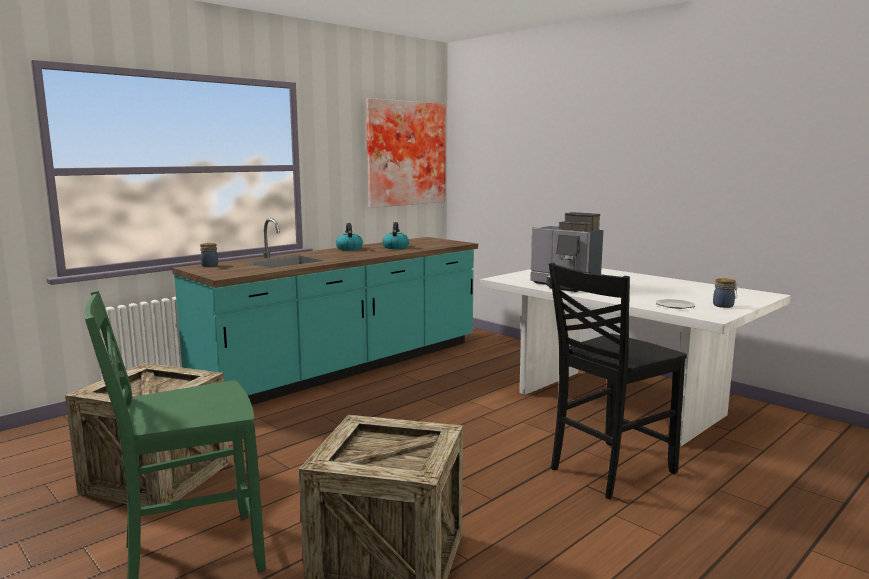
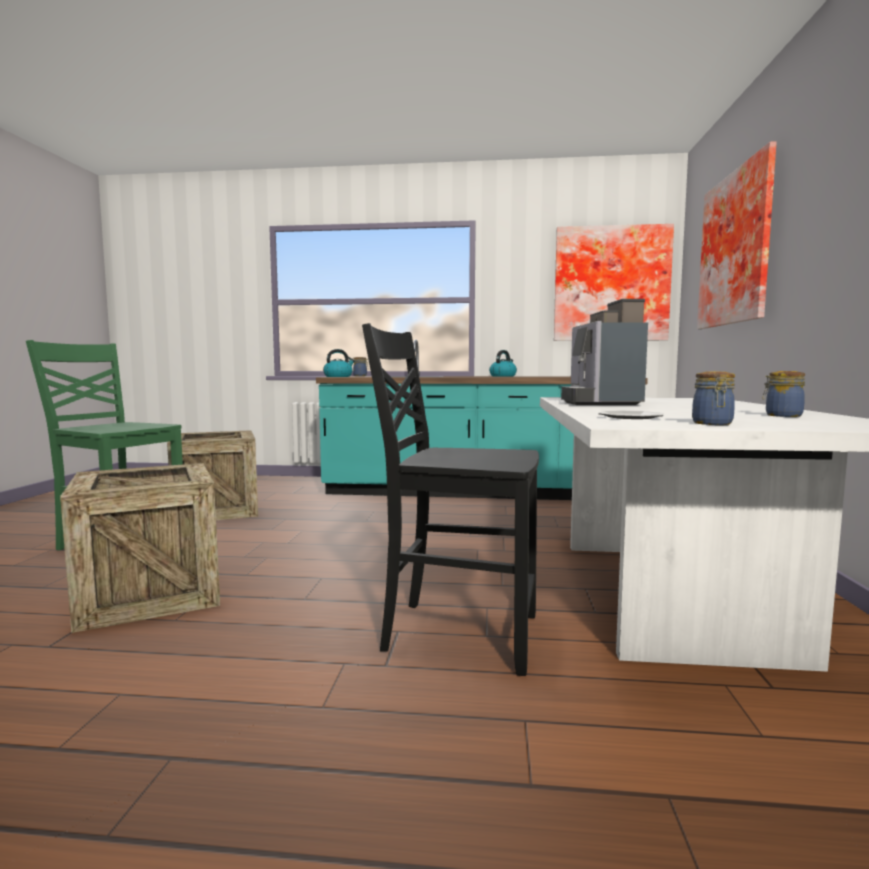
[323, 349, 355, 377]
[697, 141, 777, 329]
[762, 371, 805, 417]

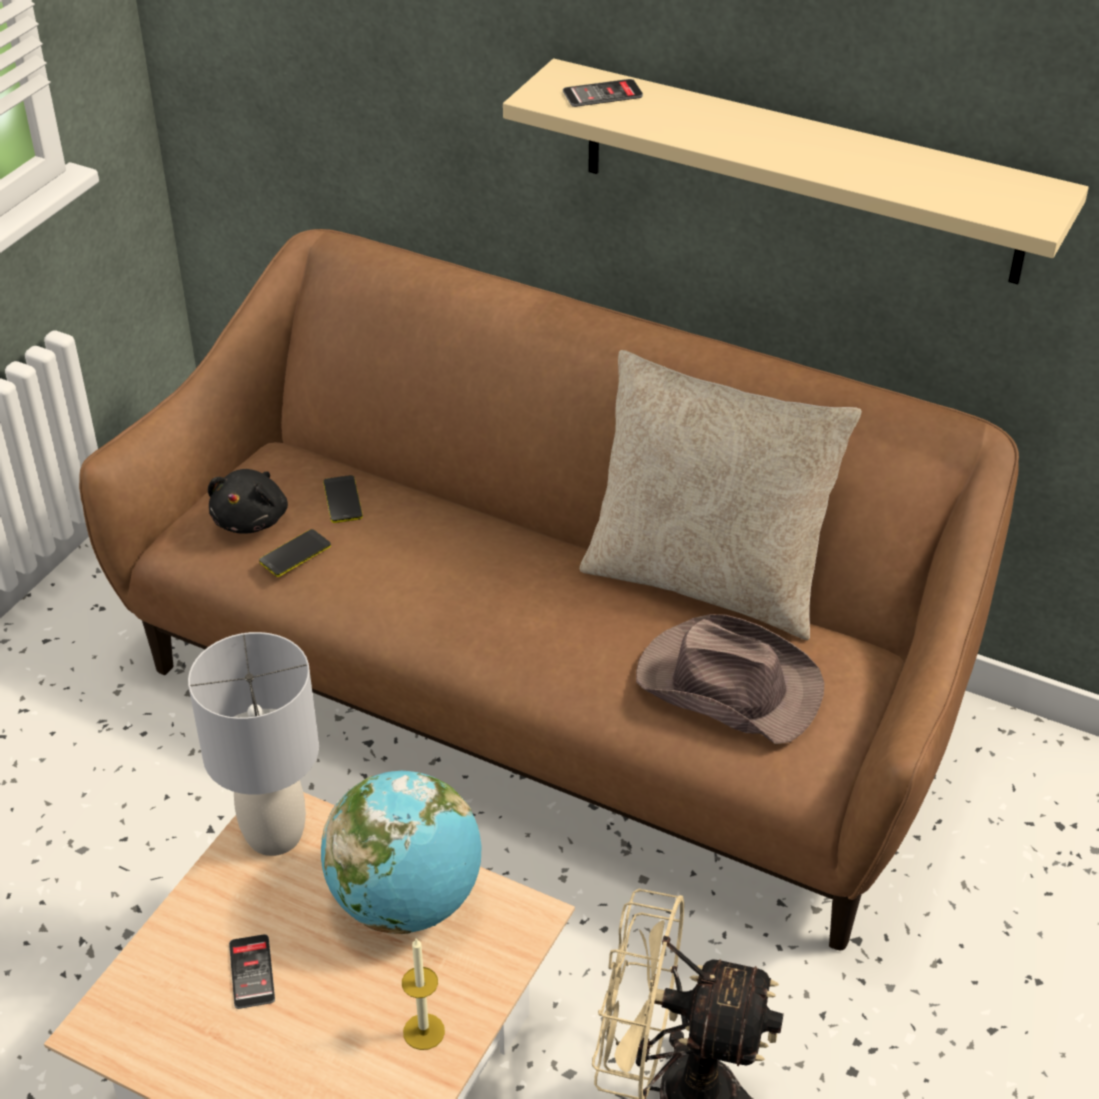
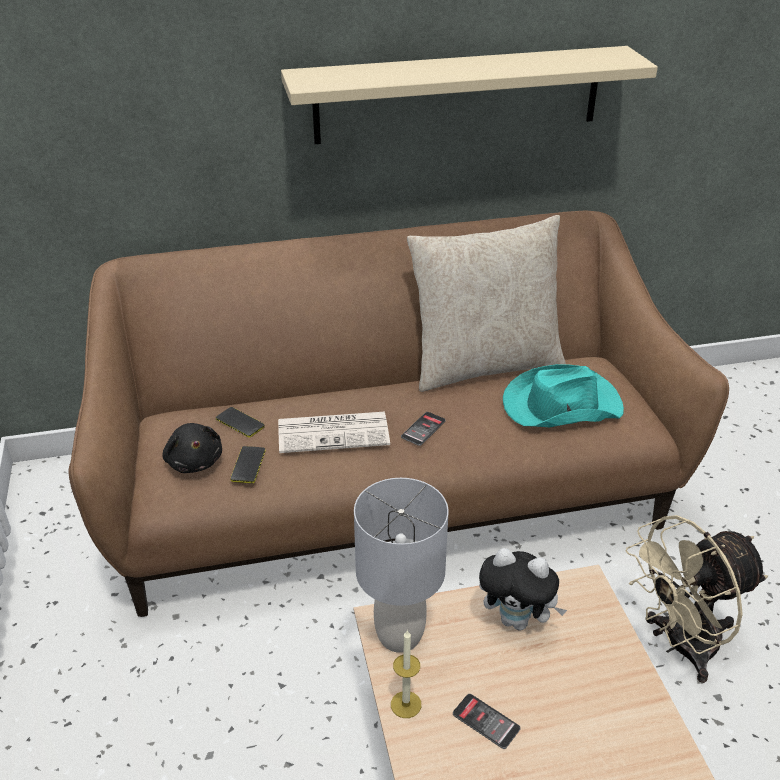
[479, 548, 567, 631]
[391, 630, 421, 718]
[401, 412, 446, 446]
[503, 364, 624, 427]
[278, 412, 390, 453]

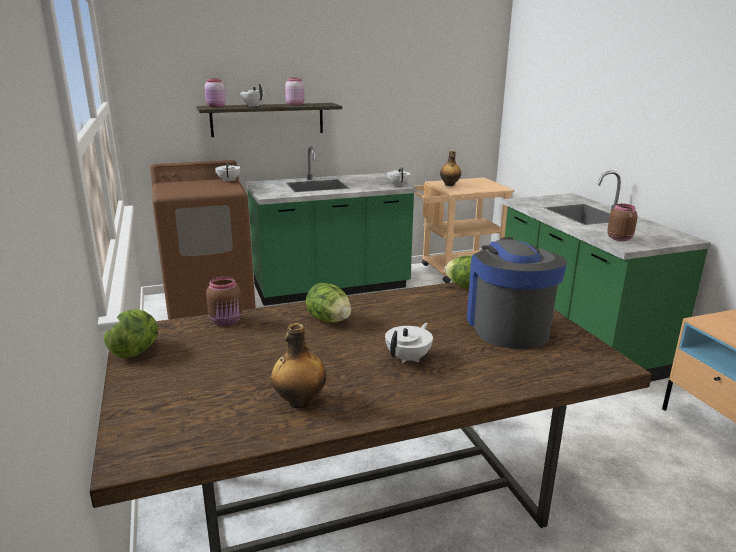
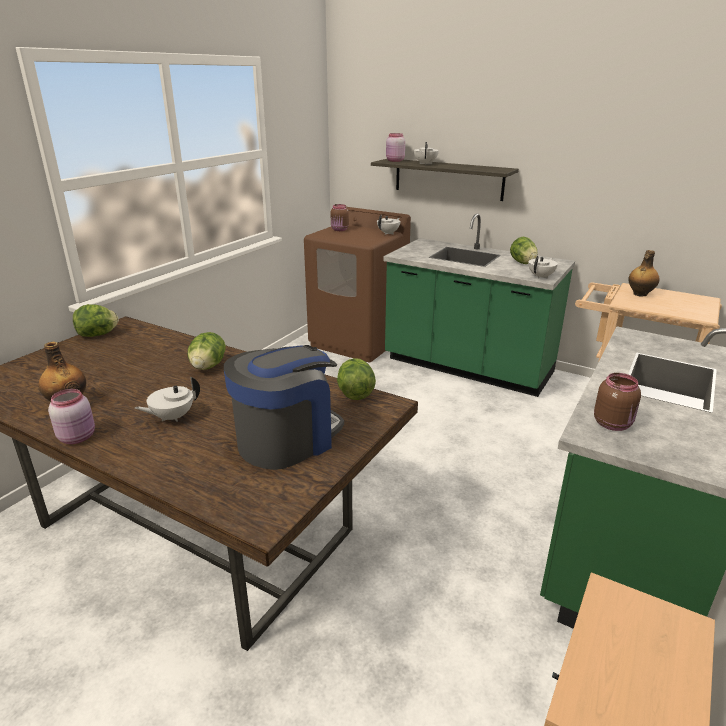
[331, 204, 349, 231]
[48, 389, 95, 444]
[135, 377, 200, 422]
[510, 237, 538, 264]

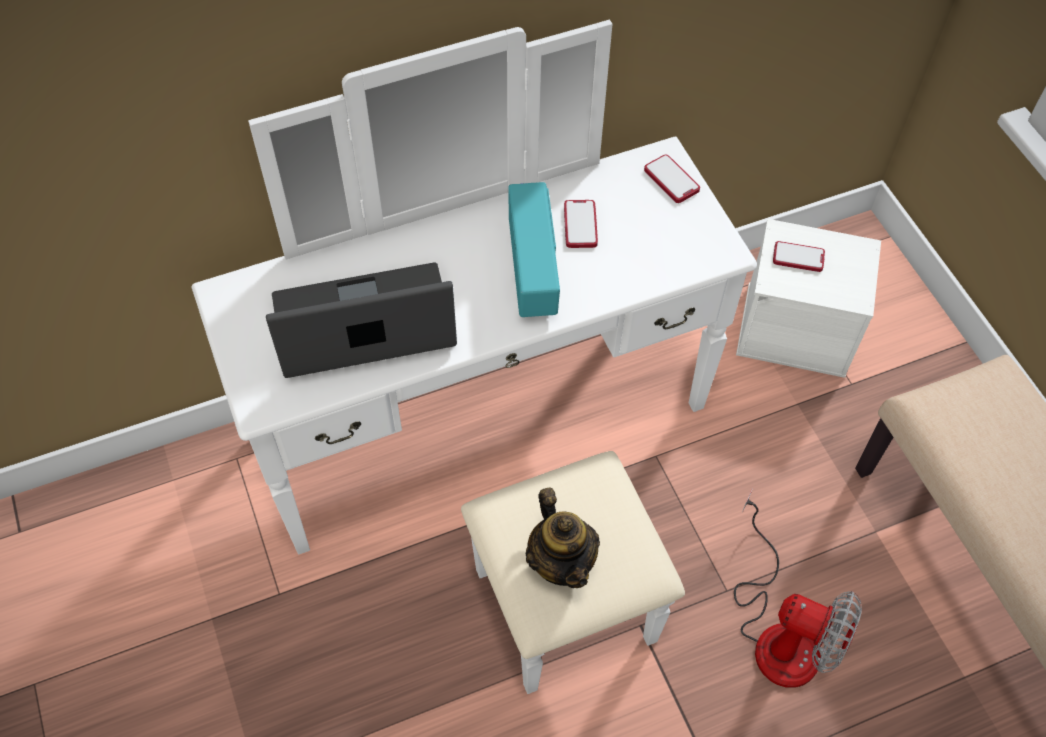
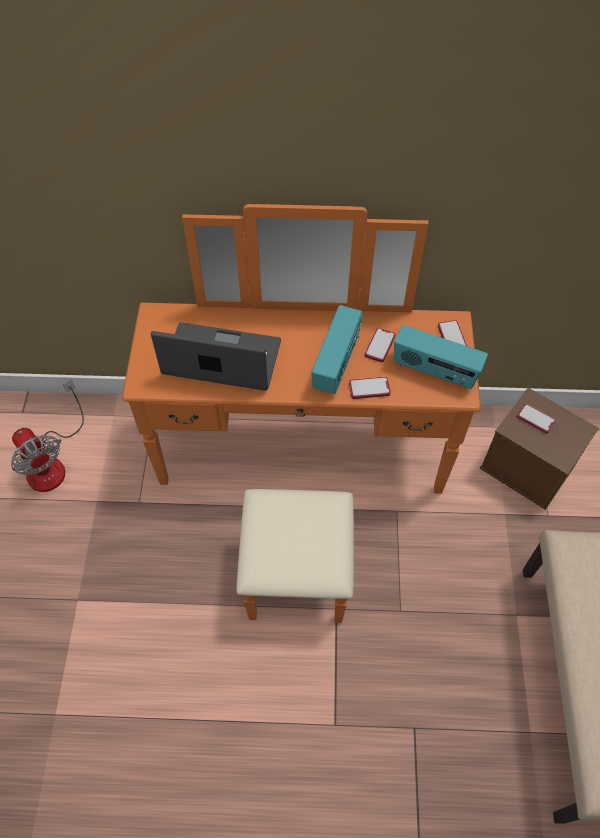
[122, 204, 481, 623]
[526, 488, 600, 588] (first image)
[11, 379, 84, 492]
[480, 388, 599, 510]
[349, 377, 391, 399]
[394, 325, 488, 389]

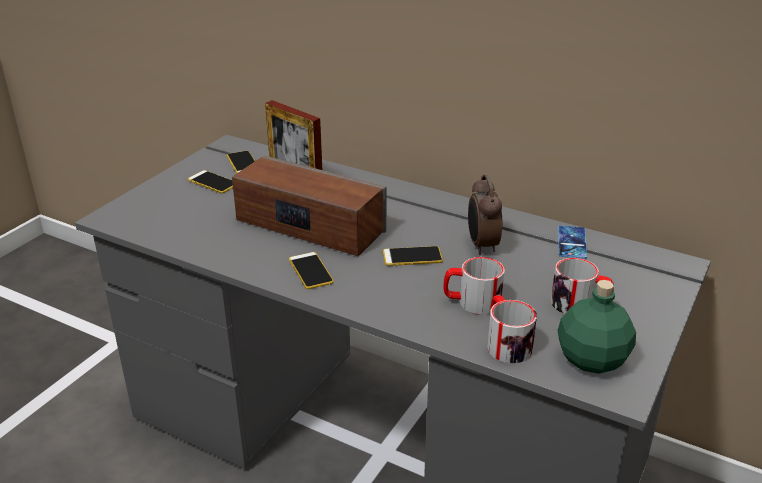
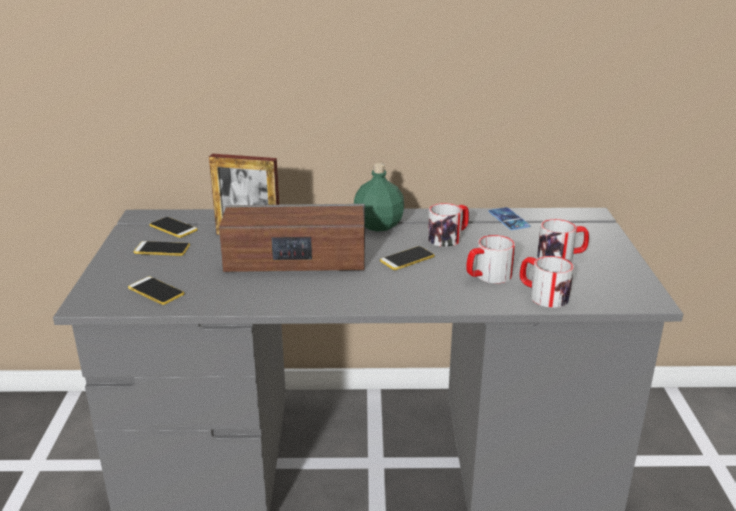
[128, 277, 184, 305]
[428, 203, 469, 247]
[354, 163, 404, 232]

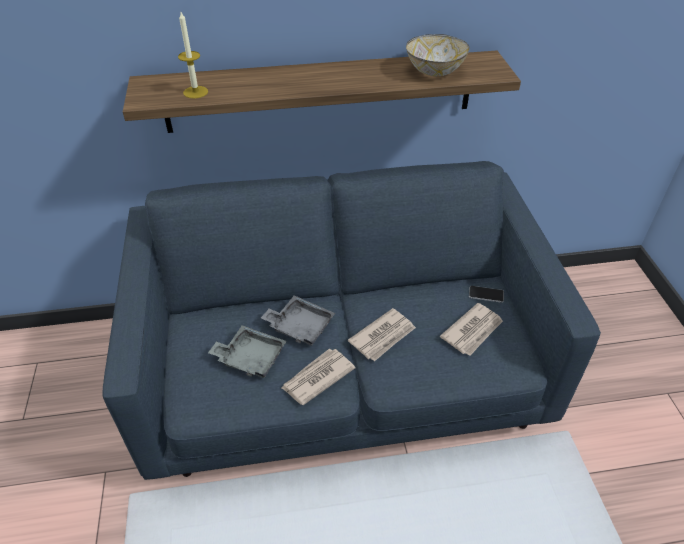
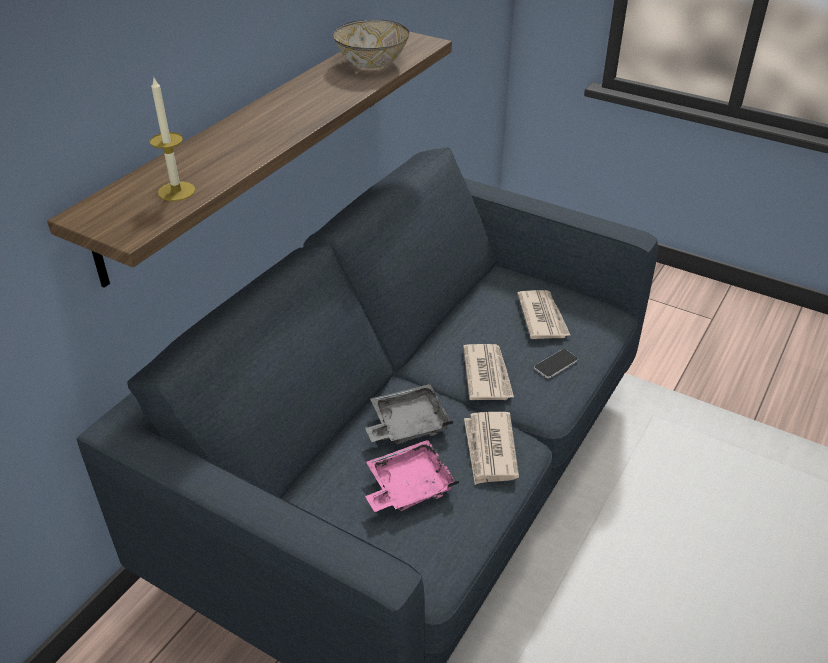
[365, 440, 459, 512]
[534, 349, 578, 378]

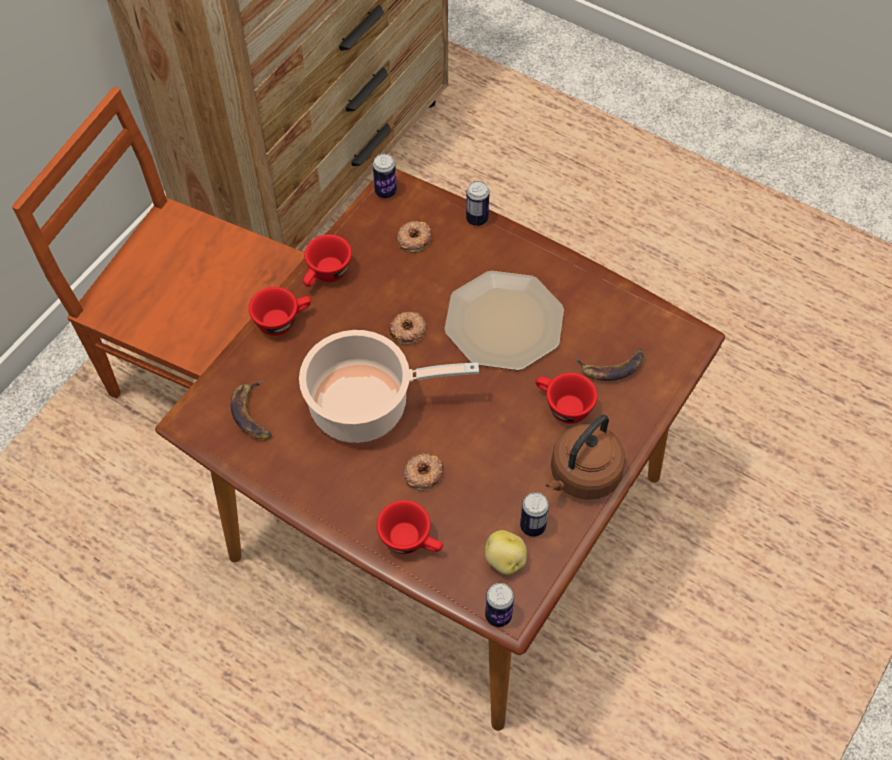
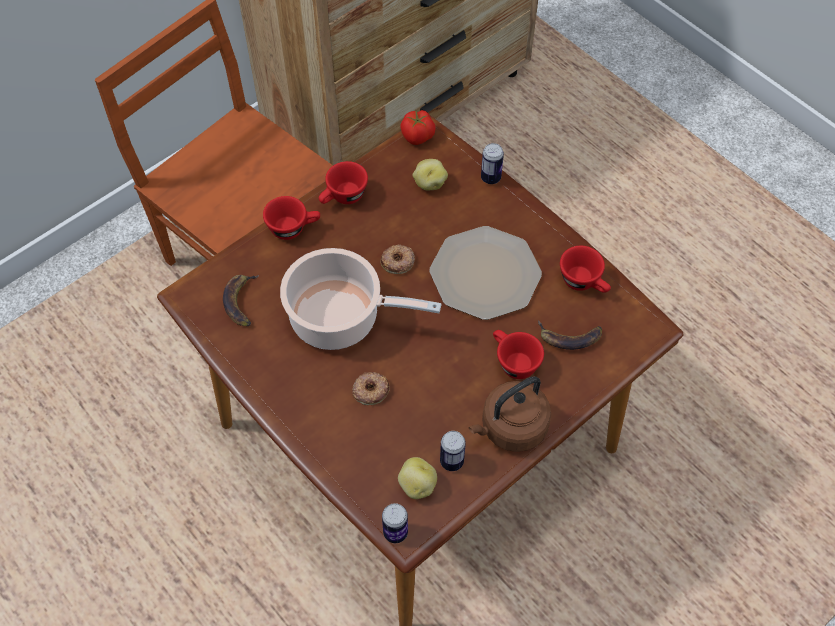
[400, 109, 436, 145]
[560, 246, 611, 293]
[413, 159, 448, 191]

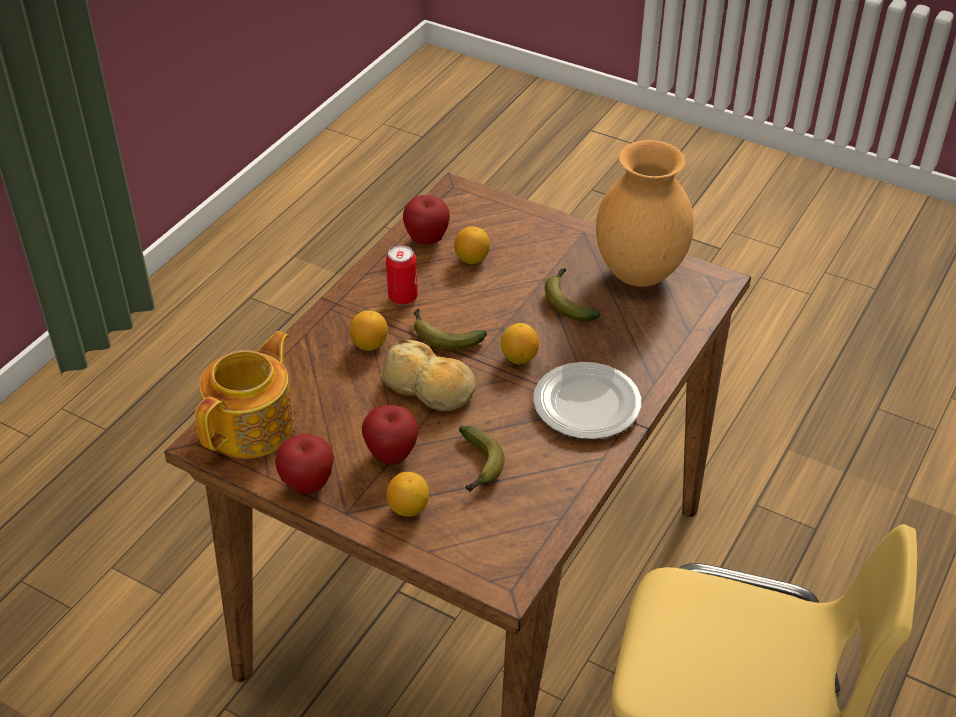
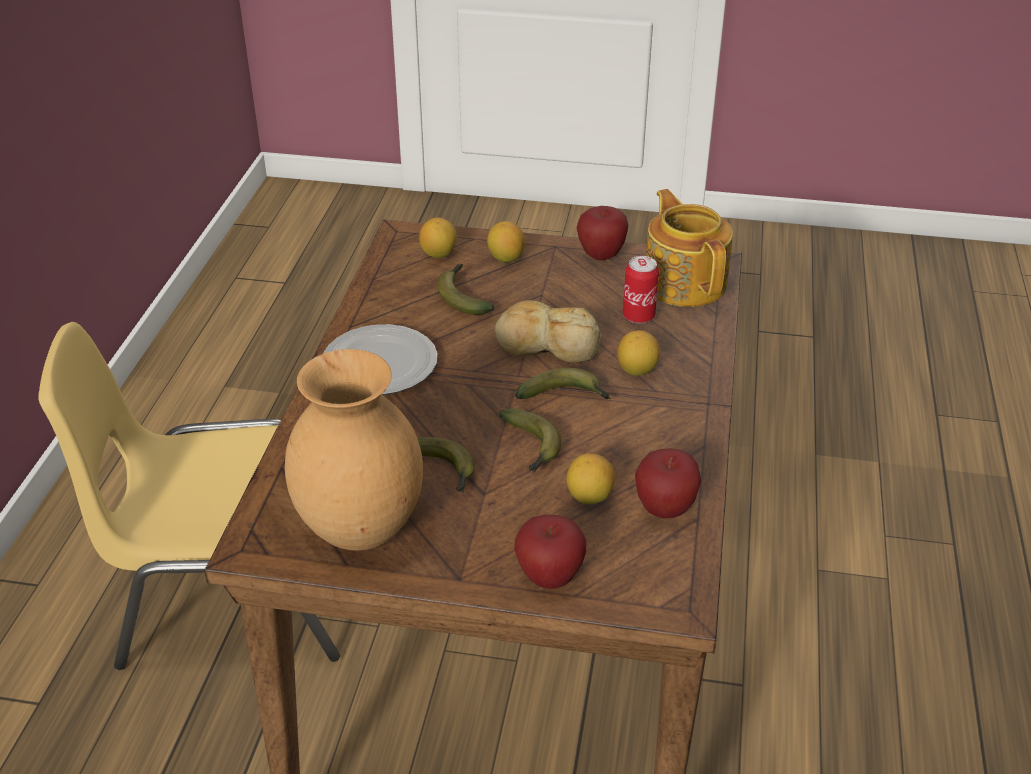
[645, 189, 733, 307]
[514, 515, 587, 589]
[623, 256, 659, 324]
[419, 218, 457, 258]
[499, 409, 561, 472]

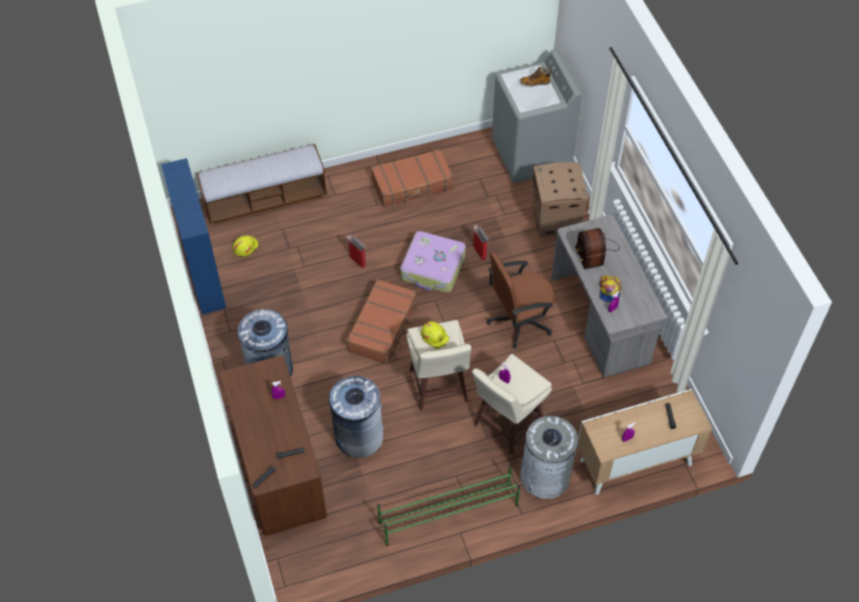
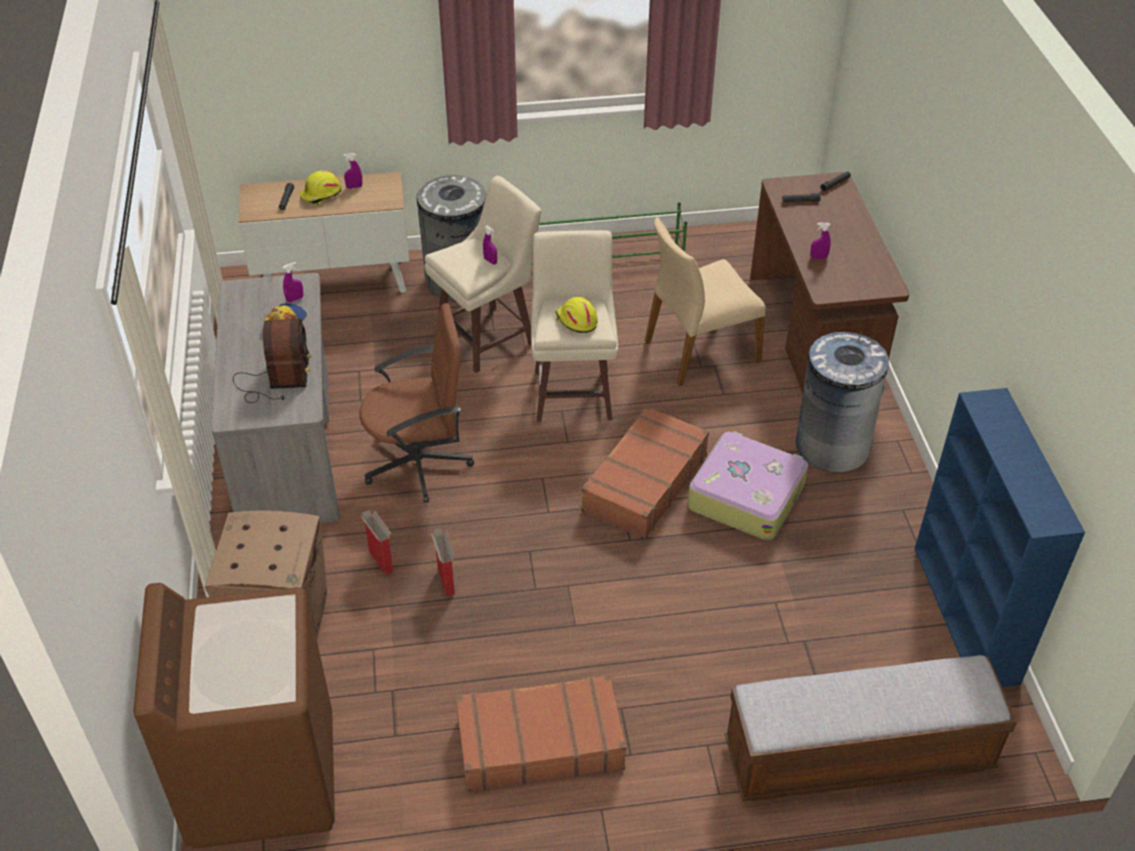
[300, 170, 341, 205]
[645, 217, 766, 386]
[361, 510, 394, 575]
[688, 431, 808, 540]
[133, 583, 335, 849]
[520, 67, 552, 87] (first image)

